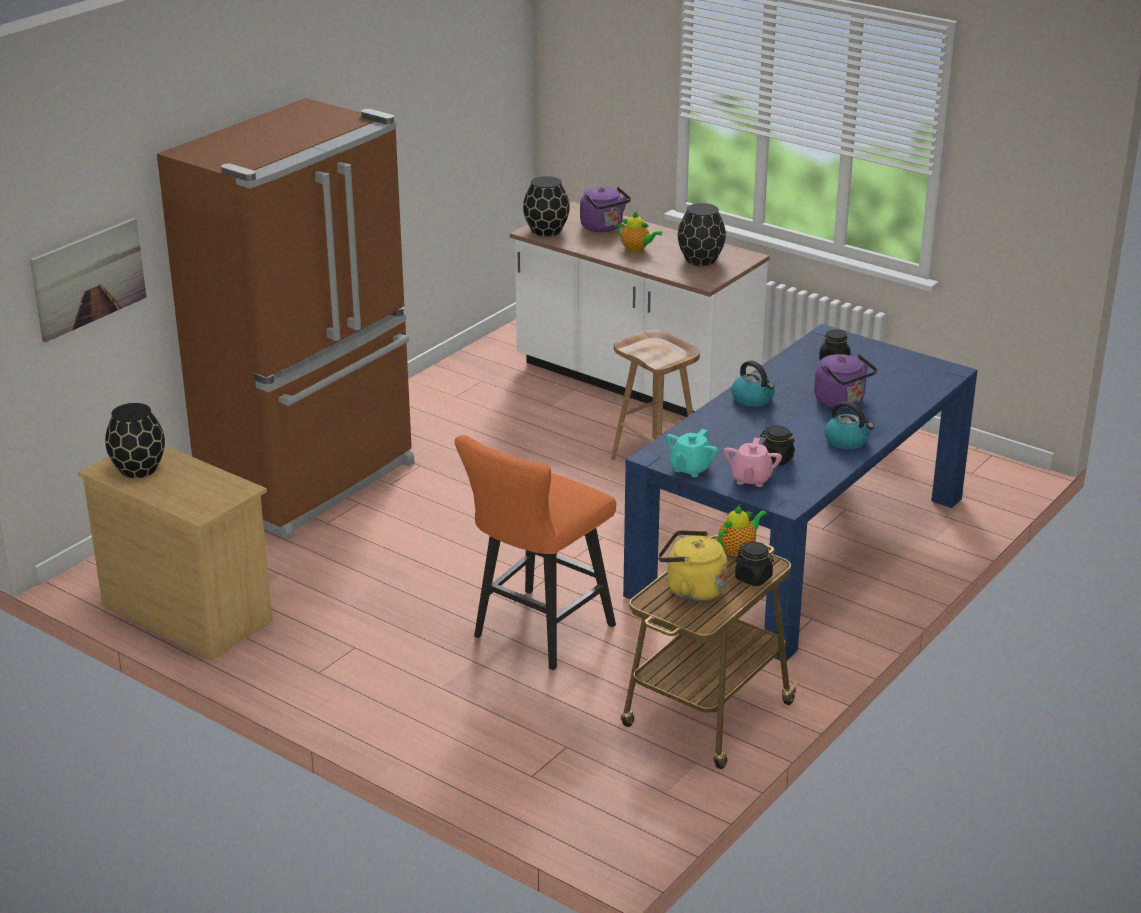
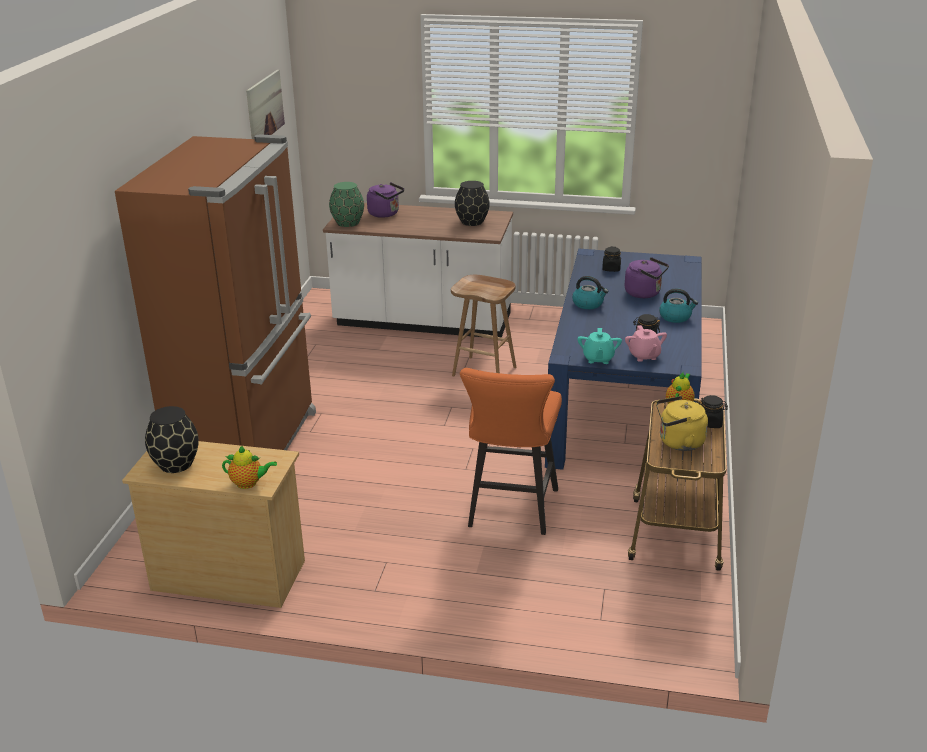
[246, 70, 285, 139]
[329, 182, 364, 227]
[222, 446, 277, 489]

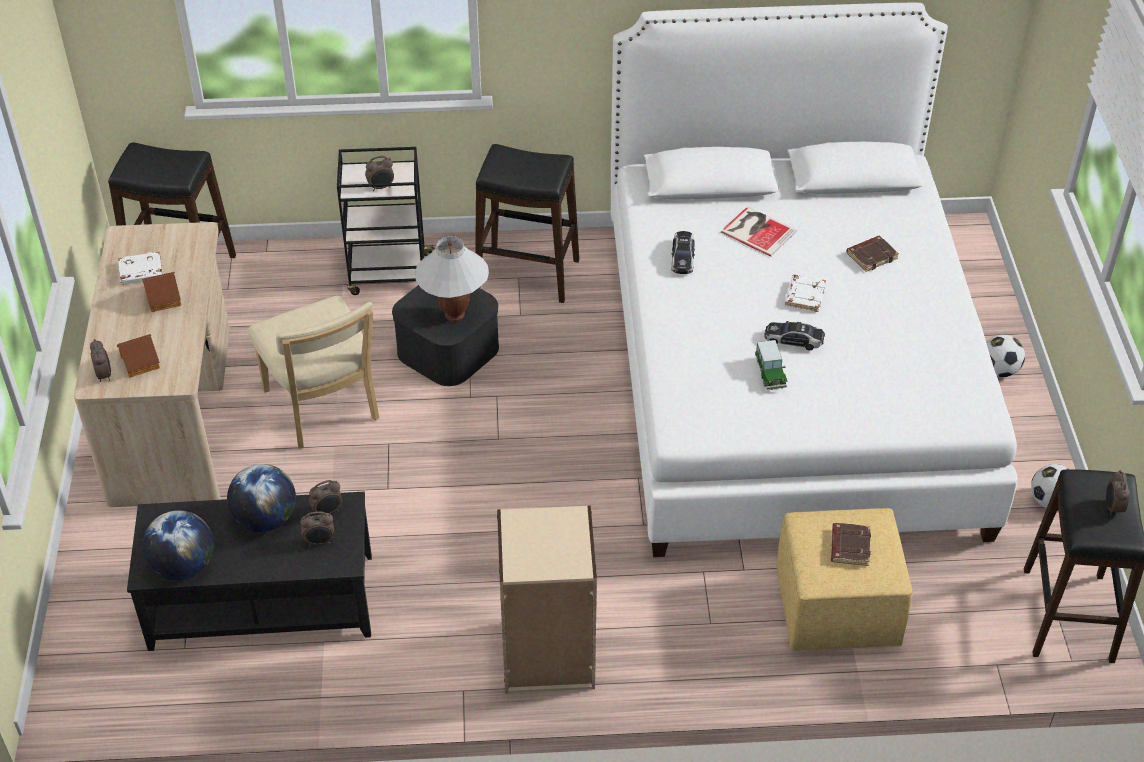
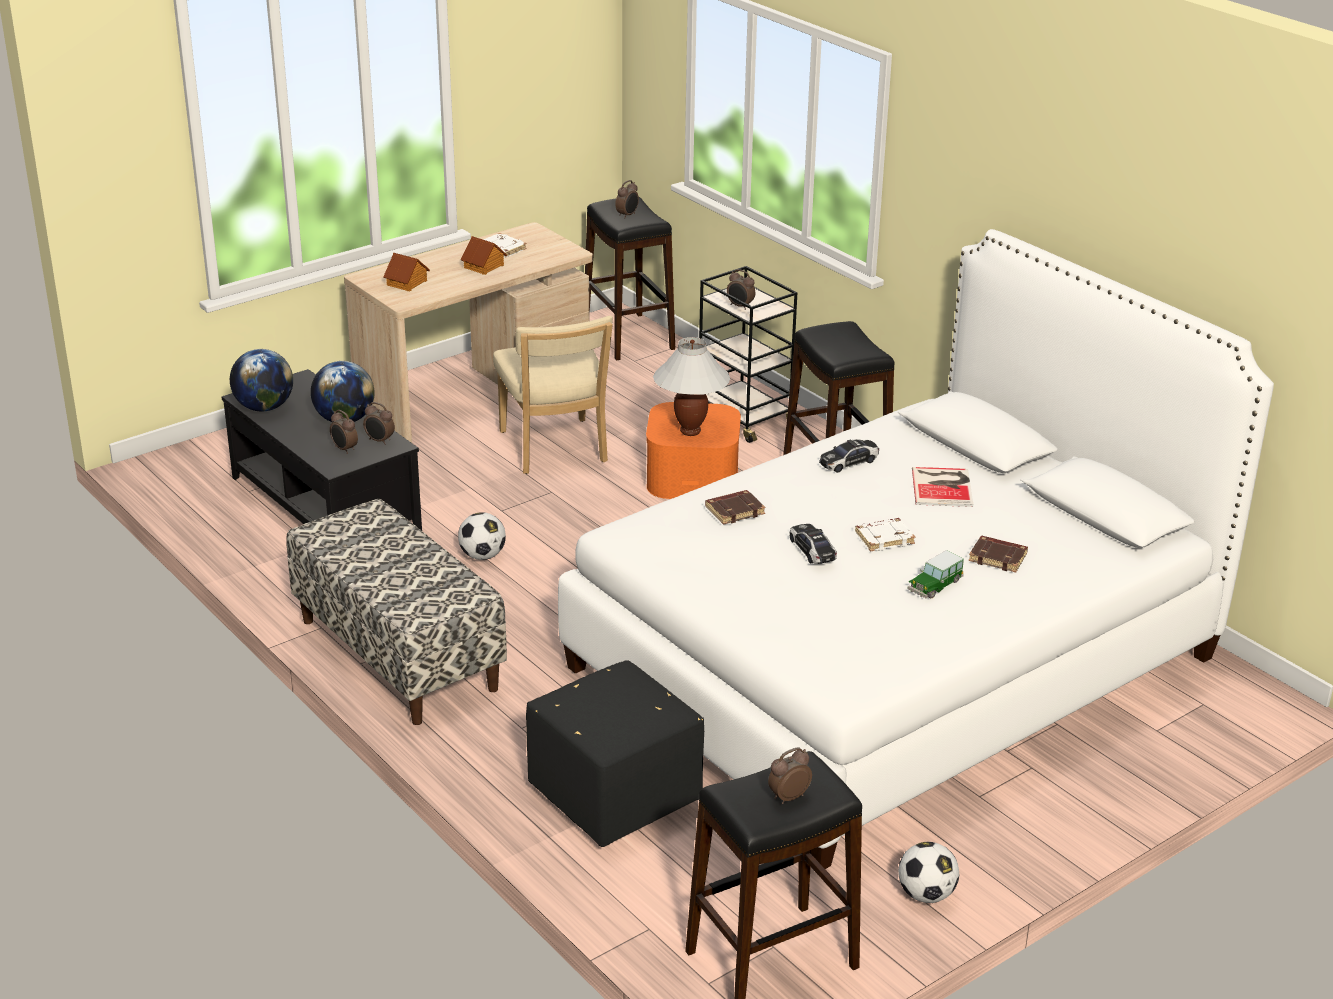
[615, 180, 639, 217]
[493, 316, 613, 474]
[646, 402, 741, 499]
[286, 499, 507, 725]
[908, 550, 964, 598]
[526, 660, 704, 847]
[705, 490, 766, 525]
[458, 512, 506, 560]

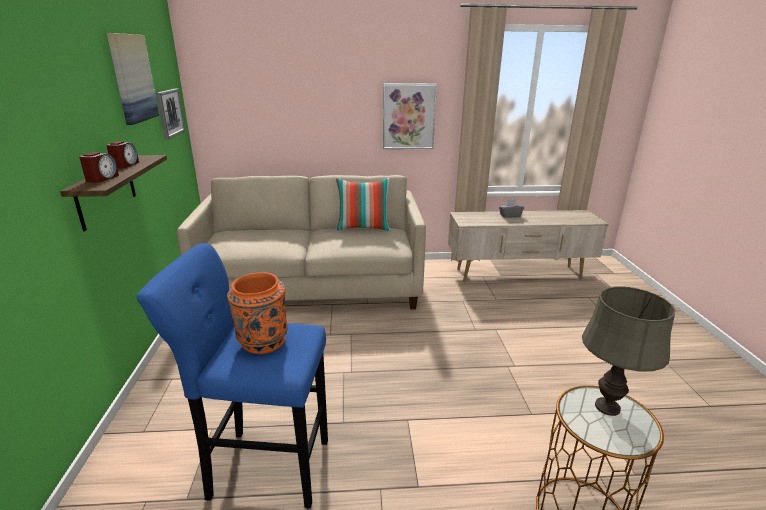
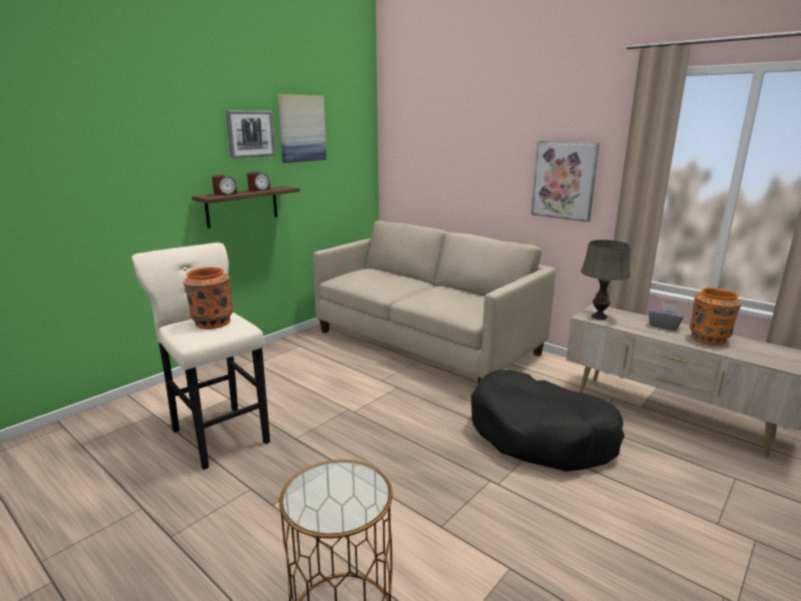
[132, 243, 270, 470]
[226, 110, 275, 158]
[336, 178, 390, 231] (first image)
[581, 240, 631, 320]
[471, 370, 625, 471]
[690, 288, 742, 345]

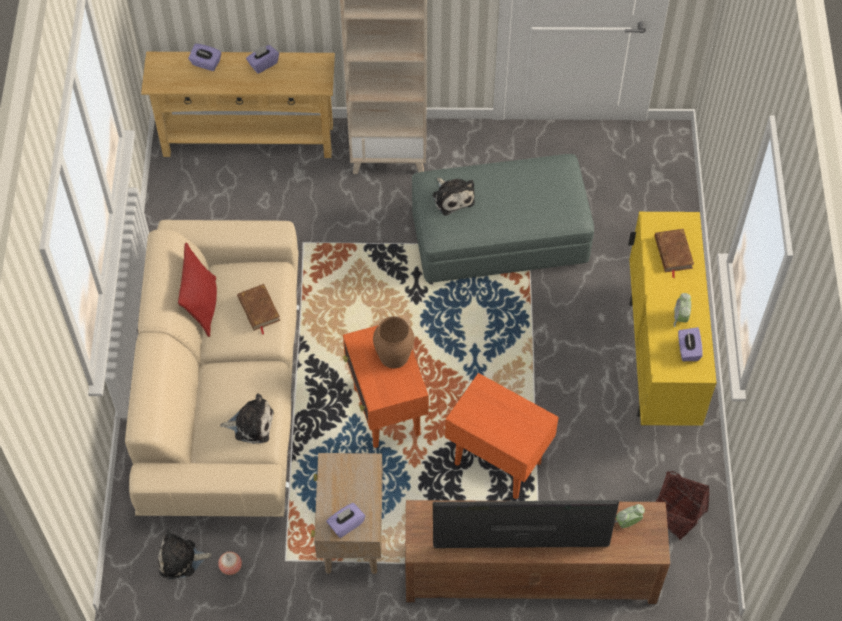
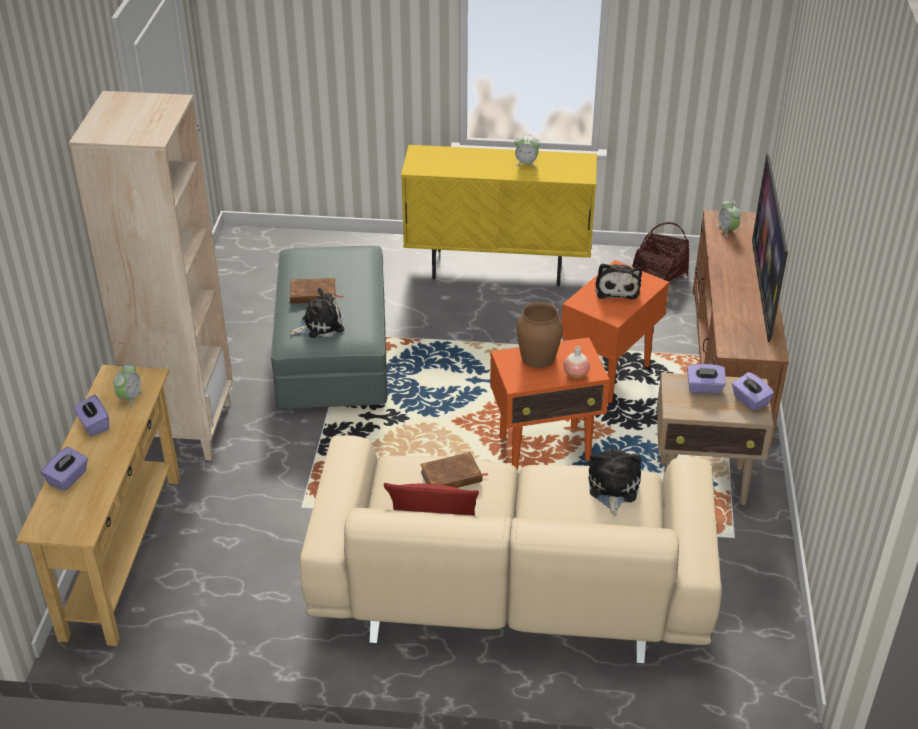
[595, 263, 642, 299]
[563, 346, 590, 378]
[290, 278, 343, 303]
[687, 364, 726, 394]
[113, 363, 143, 408]

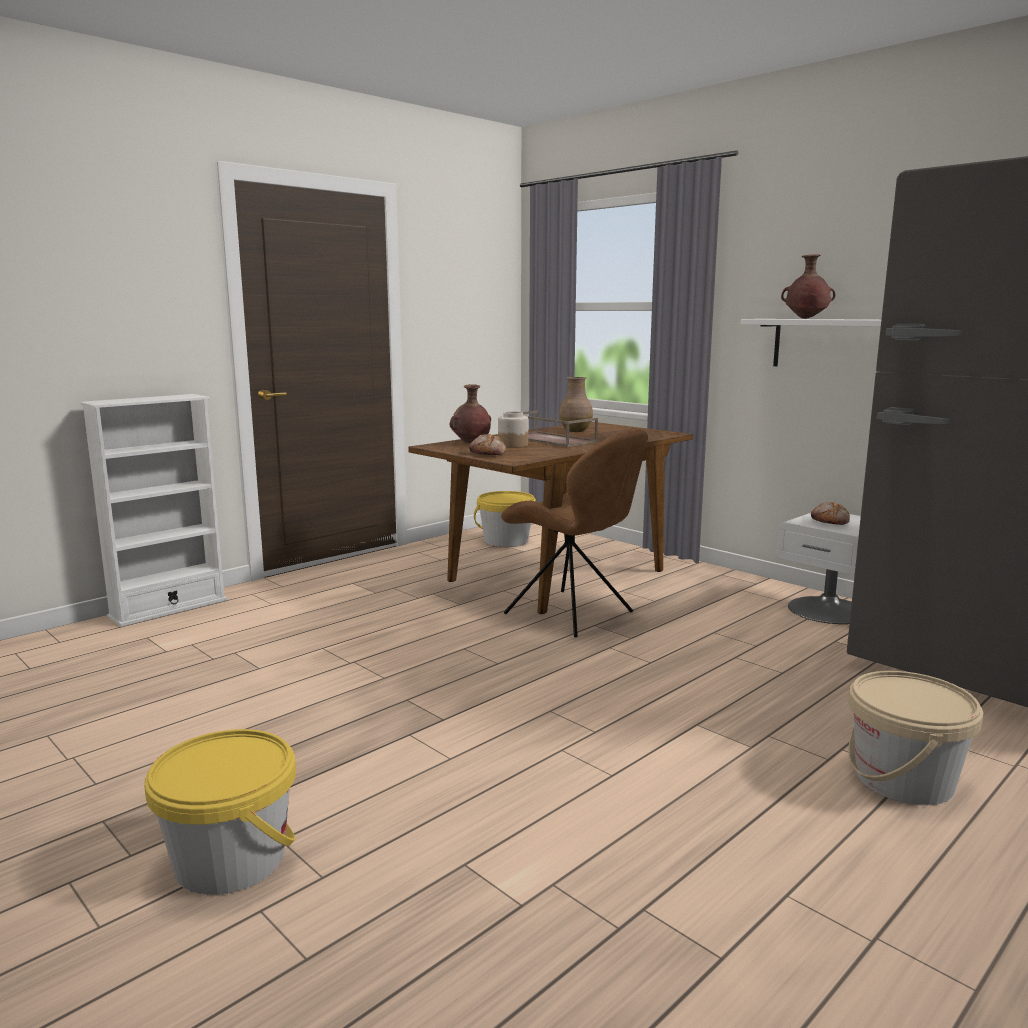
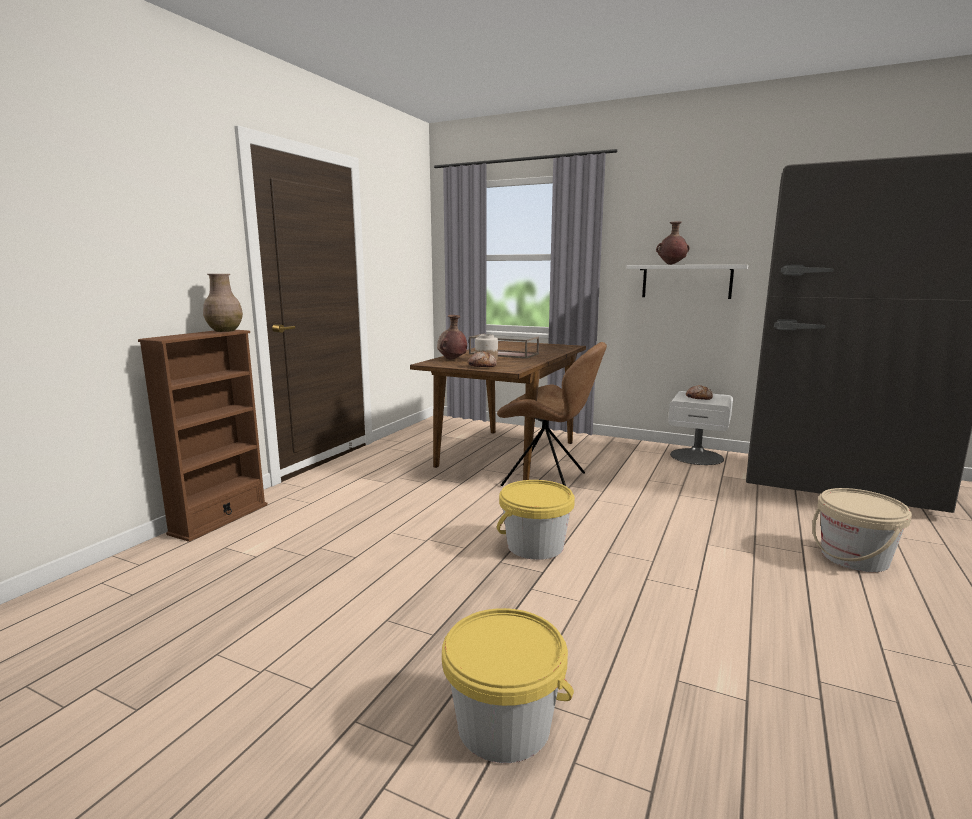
[138, 330, 268, 542]
[497, 480, 575, 560]
[203, 274, 243, 332]

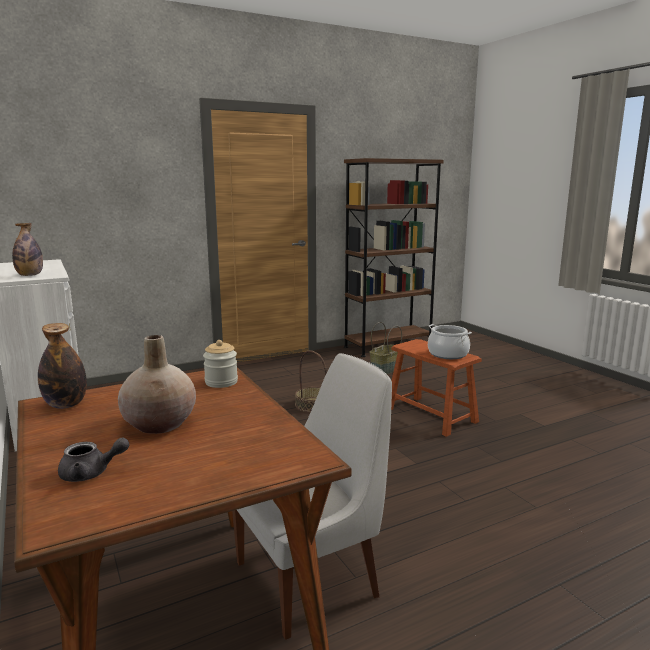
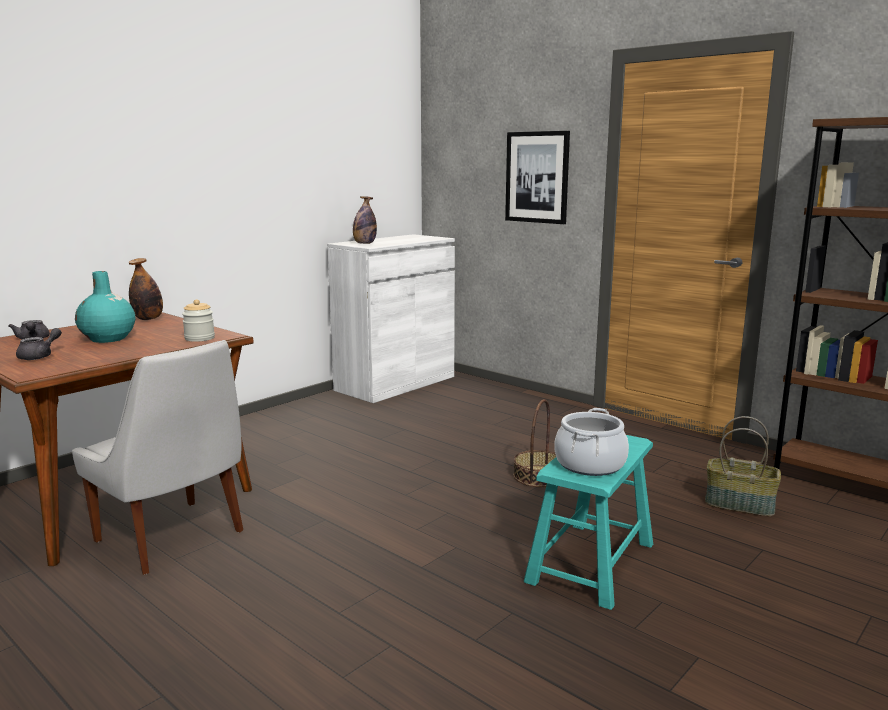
[75, 271, 135, 343]
[524, 435, 653, 610]
[16, 328, 62, 360]
[505, 131, 570, 224]

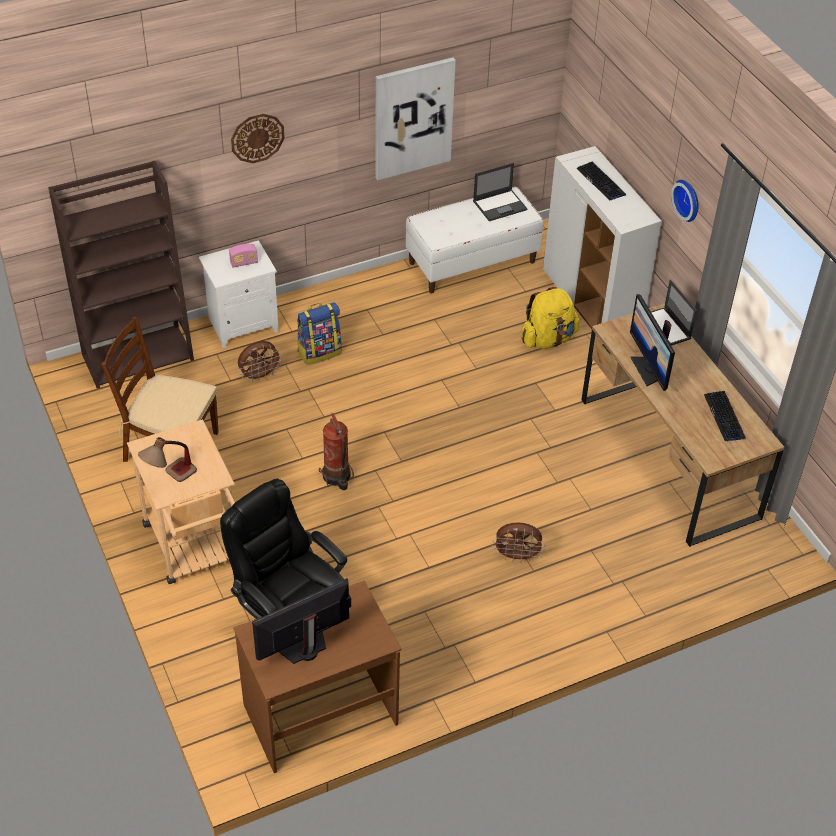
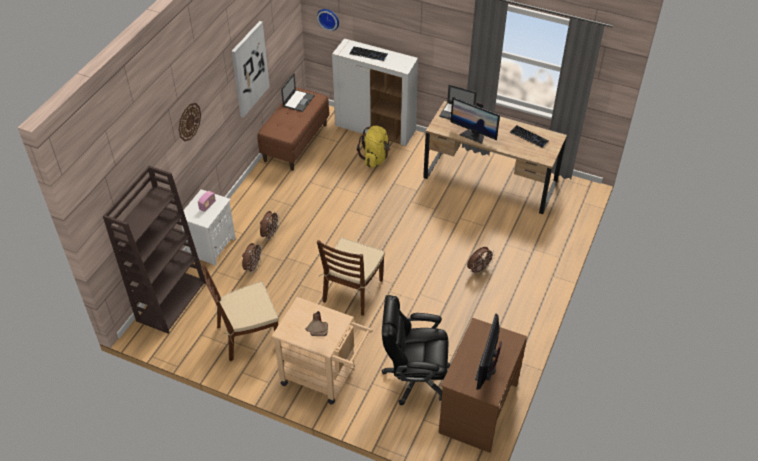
[260, 211, 280, 240]
[317, 237, 385, 315]
[257, 87, 329, 171]
[317, 9, 339, 31]

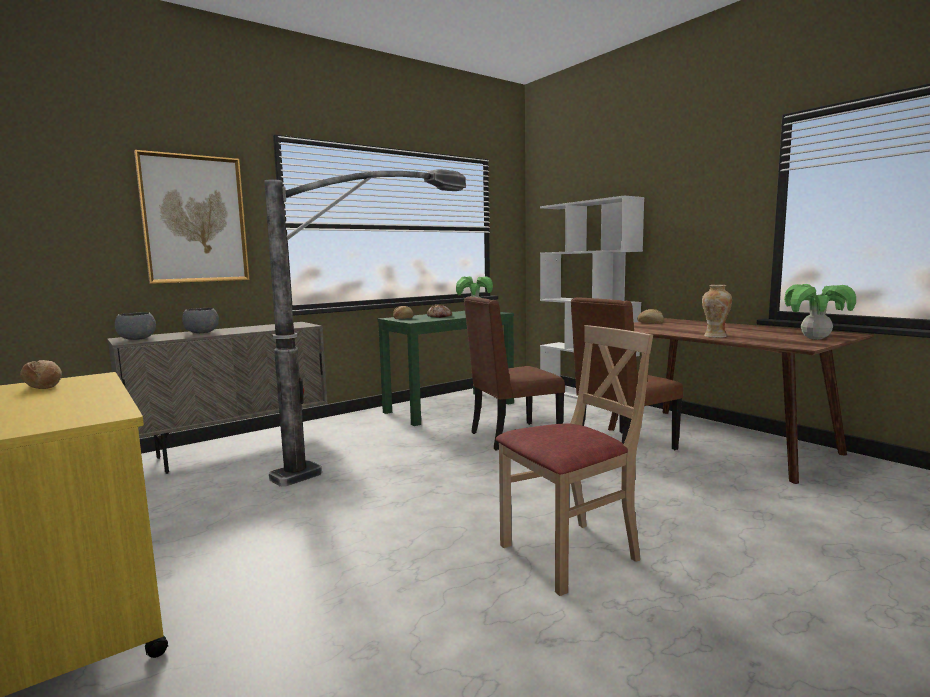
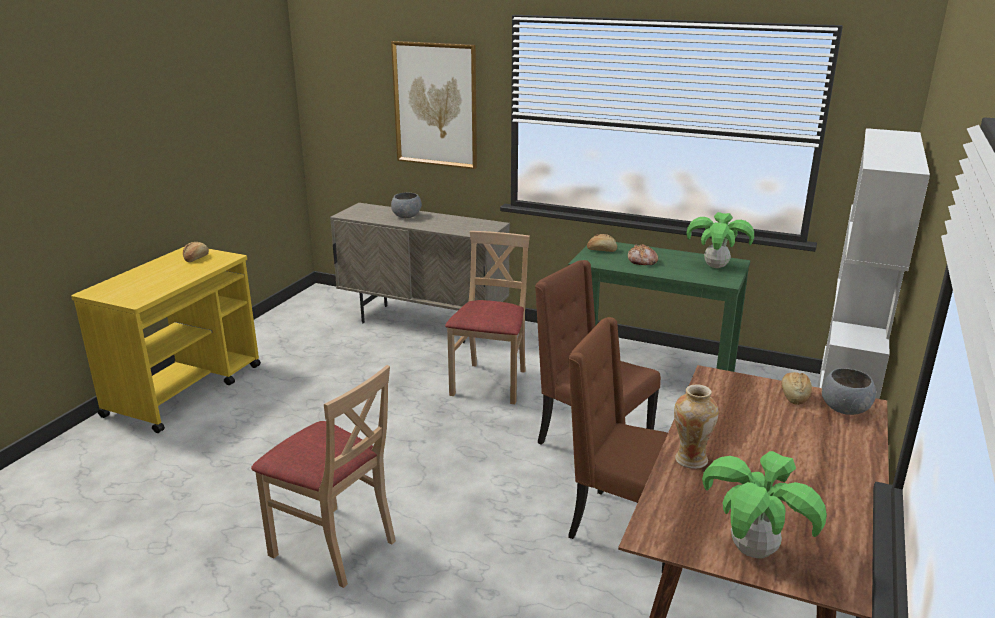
[822, 368, 876, 415]
[445, 231, 530, 404]

